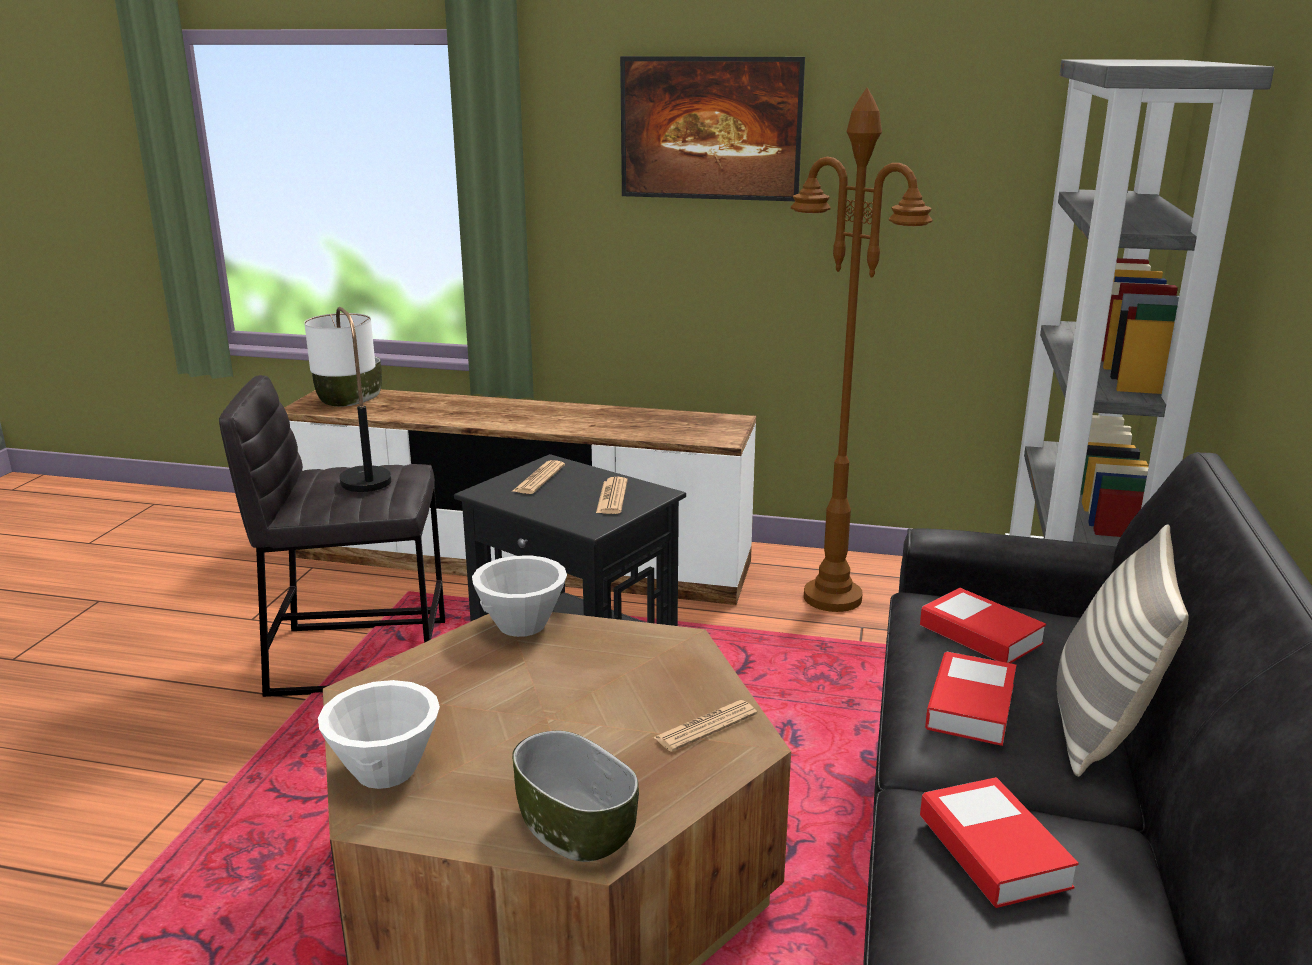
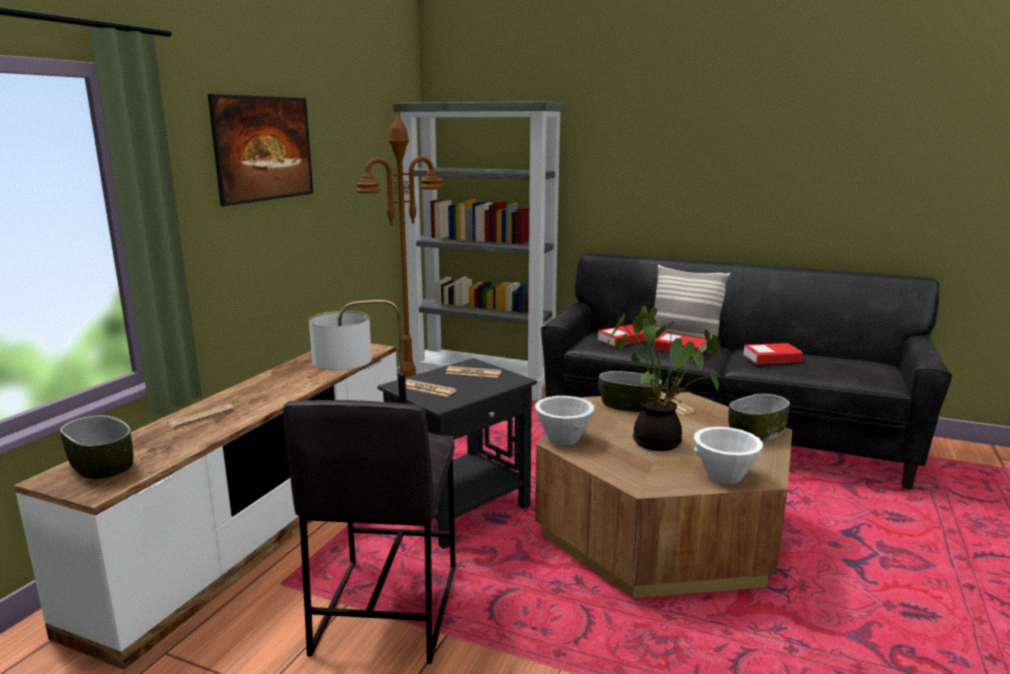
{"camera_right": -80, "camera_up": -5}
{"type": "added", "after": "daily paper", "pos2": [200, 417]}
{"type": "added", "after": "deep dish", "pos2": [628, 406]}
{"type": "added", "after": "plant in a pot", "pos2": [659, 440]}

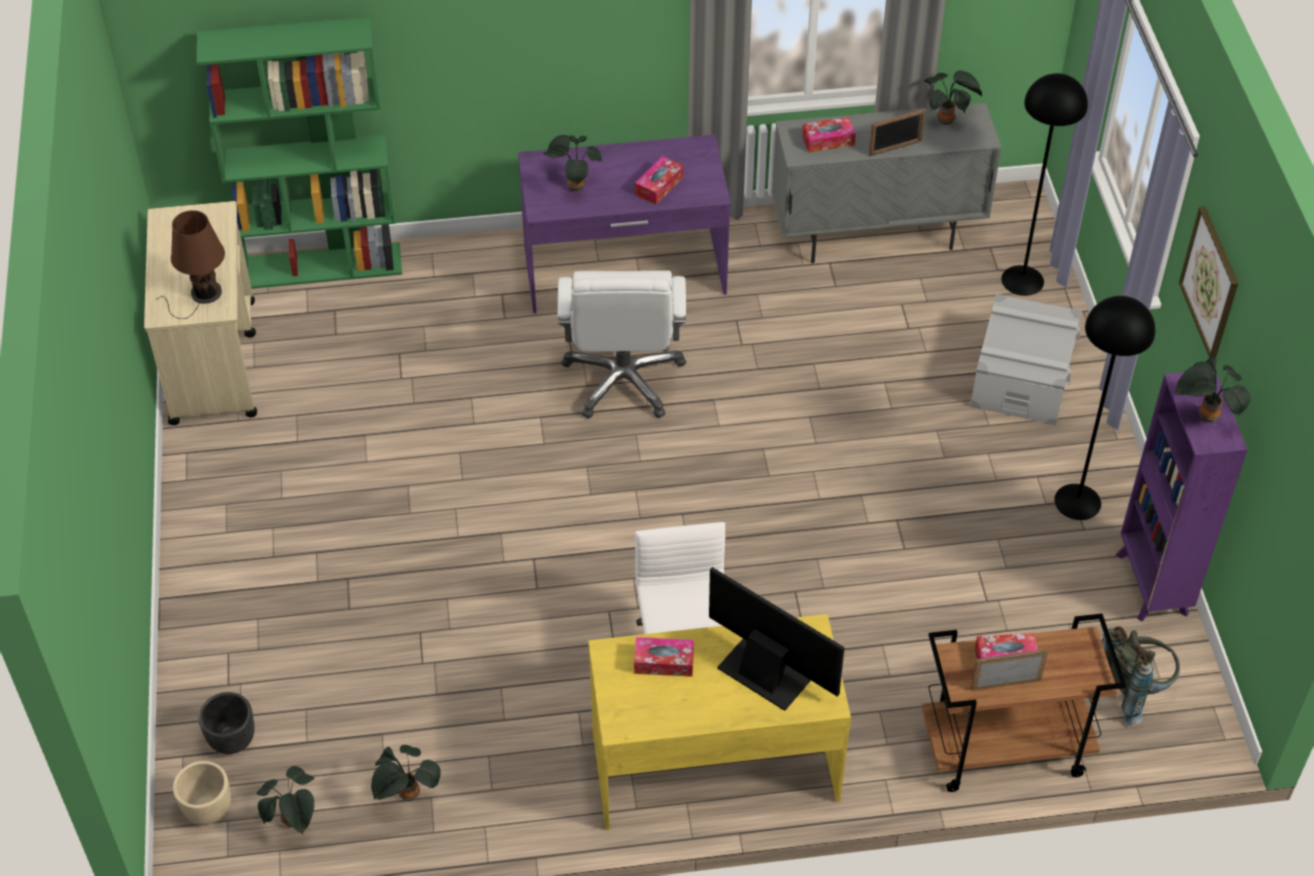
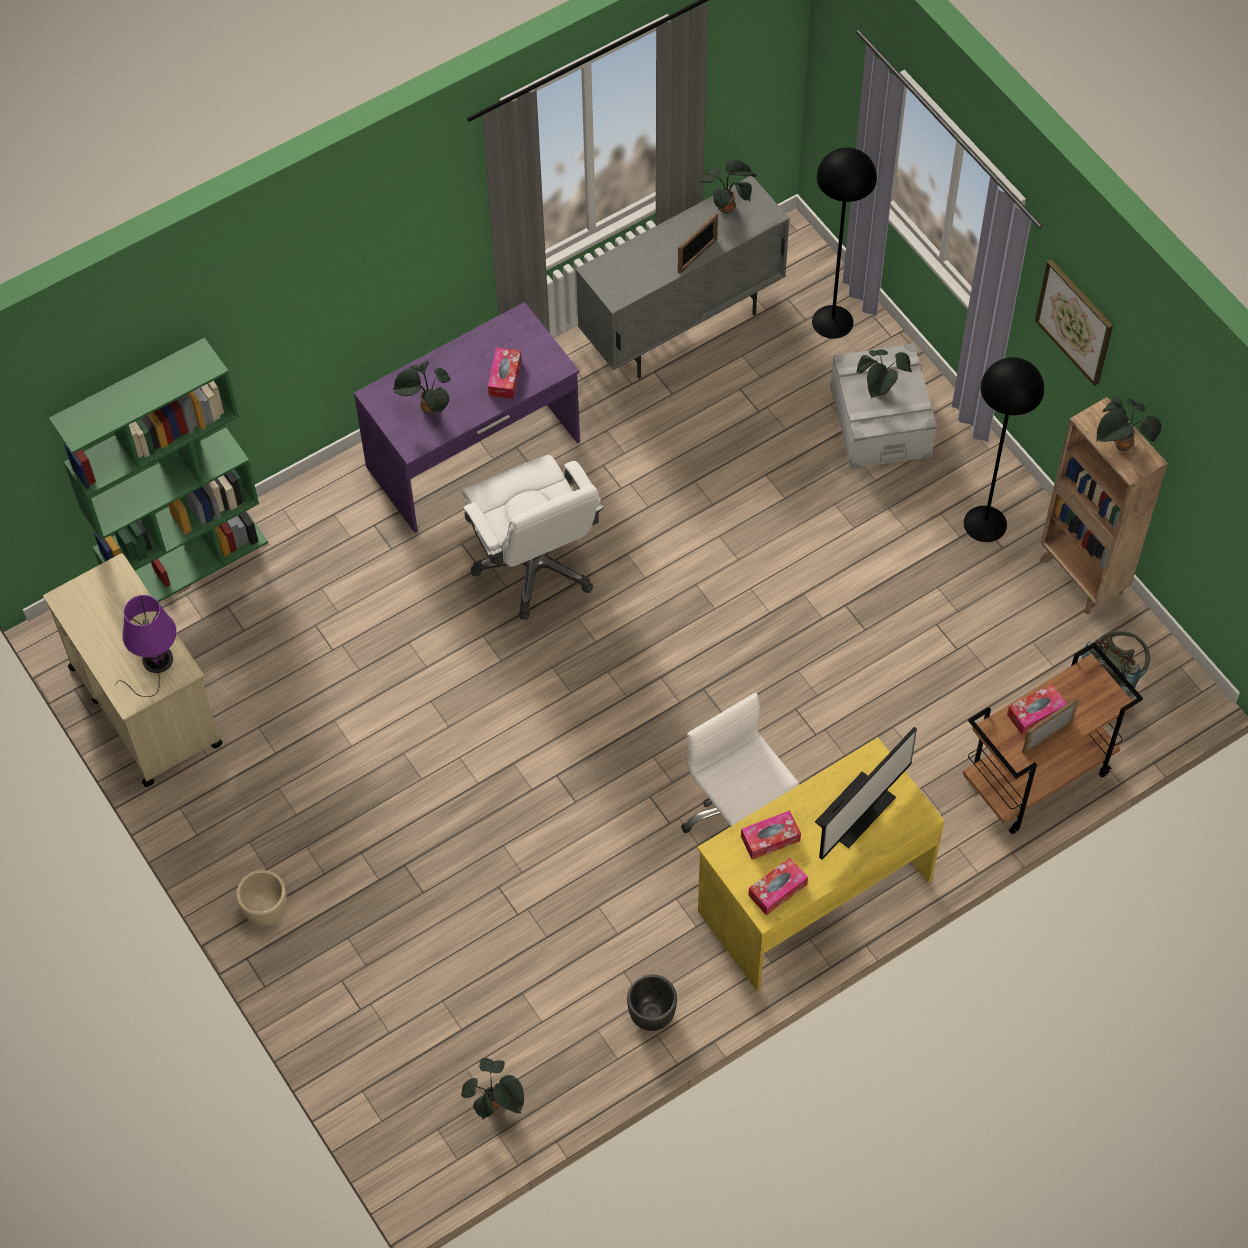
{"camera_right": -25, "camera_up": 10}
{"type": "recoloured", "before": "brown-coloured tabletop lamp", "after": "purple-coloured tabletop lamp", "pos1": [203, 294], "pos2": [155, 663]}
{"type": "moved", "before": "sand-coloured flower pot", "pos1": [207, 809], "pos2": [265, 910]}
{"type": "moved", "before": "black-coloured flower pot", "pos1": [231, 740], "pos2": [651, 1015]}
{"type": "moved", "before": "box of tissues", "pos1": [828, 140], "pos2": [777, 890]}
{"type": "turned", "before": "computer screen", "pos1": [765, 672], "pos2": [856, 810], "turn": 120}
{"type": "moved", "before": "plant in a pot", "pos1": [407, 796], "pos2": [880, 391]}
{"type": "recoloured", "before": "purple-coloured bookcase", "after": "brown-coloured bookcase", "pos1": [1152, 585], "pos2": [1082, 577]}

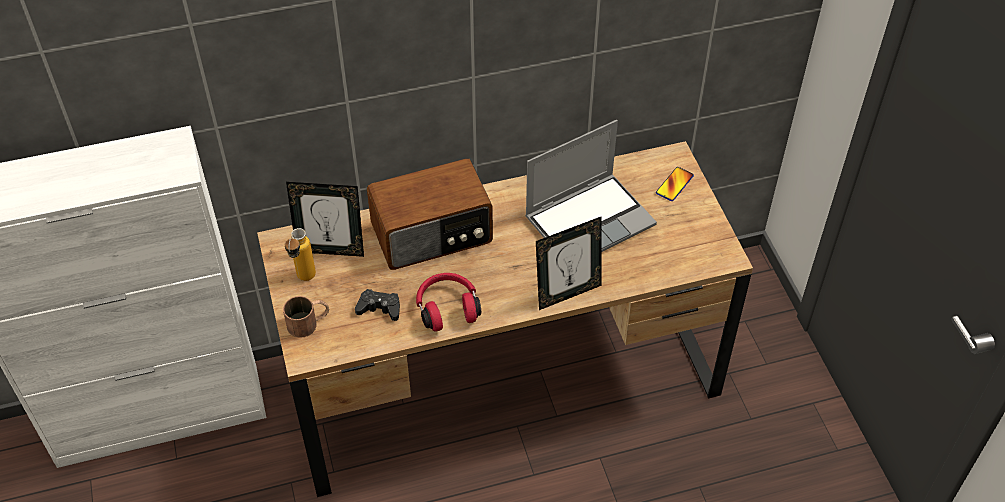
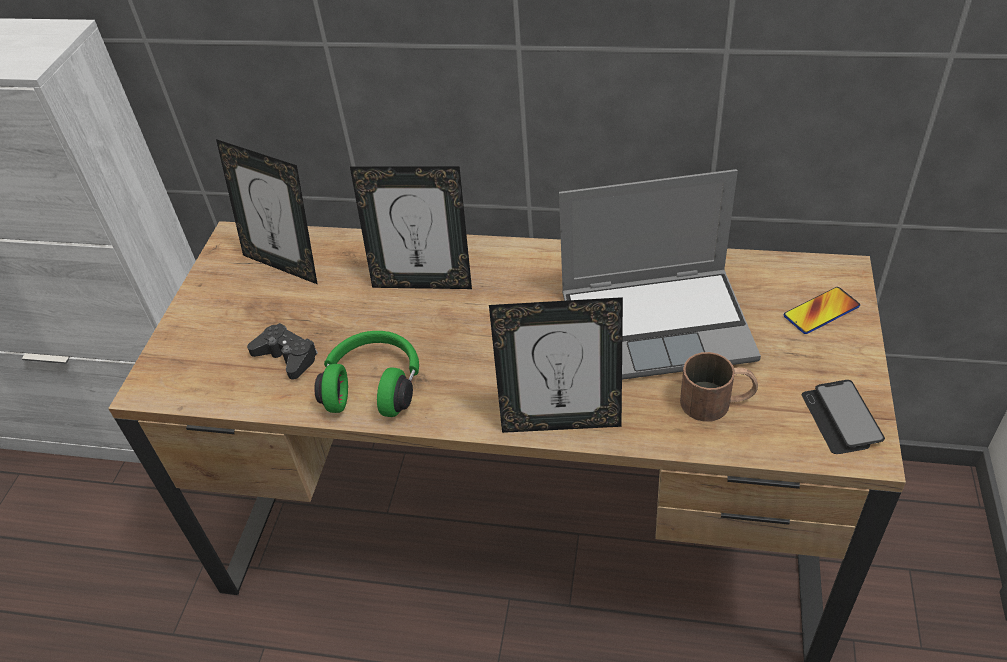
{"camera_right": 30, "camera_up": -5}
{"type": "recoloured", "before": "reddish headset", "after": "greenish headset", "pos1": [447, 308], "pos2": [374, 385]}
{"type": "replaced", "before": "radio receiver", "after": "standing frame", "pos1": [433, 234], "pos2": [423, 282]}
{"type": "moved", "before": "brown-coloured mug", "pos1": [309, 322], "pos2": [717, 402]}
{"type": "added", "after": "handset", "pos2": [841, 418]}
{"type": "removed", "before": "bottle", "pos1": [303, 280]}

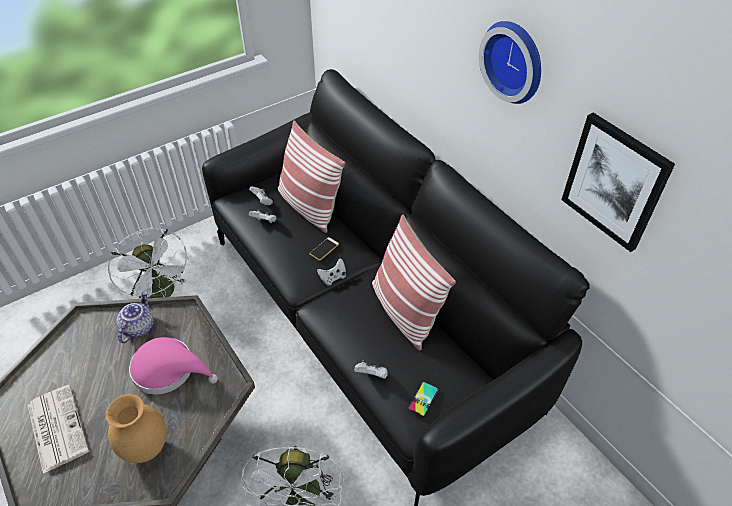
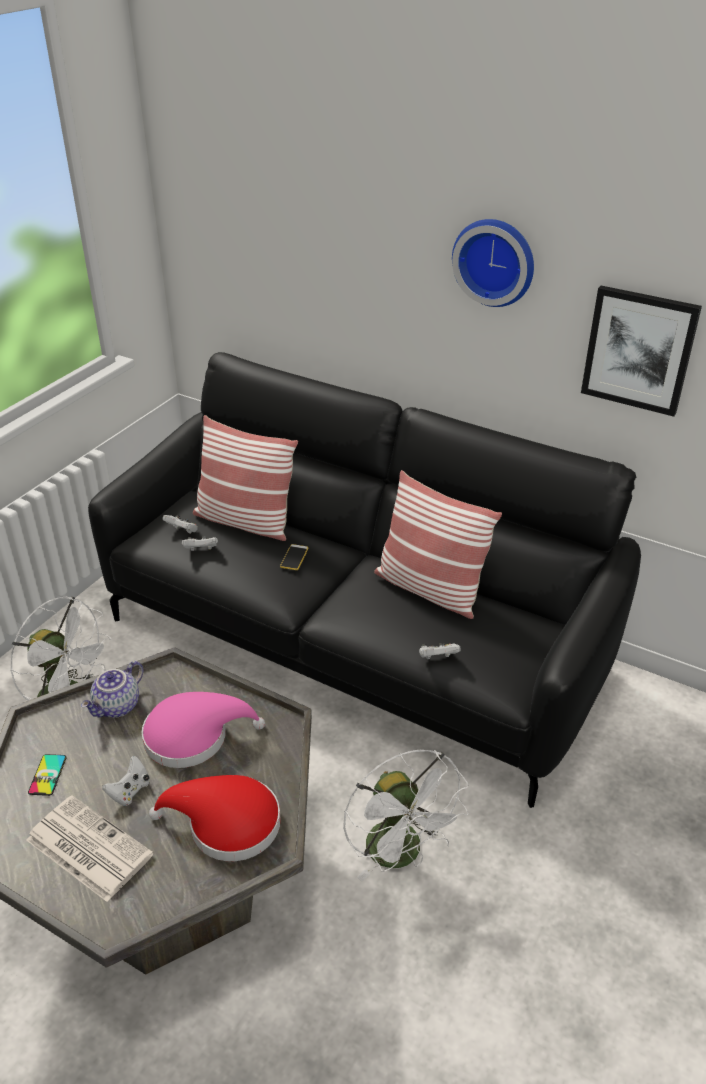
{"camera_right": -25, "camera_up": -10}
{"type": "moved", "before": "handset", "pos1": [423, 399], "pos2": [47, 775]}
{"type": "turned", "before": "tea pot", "pos1": [138, 327], "pos2": [118, 707], "turn": -135}
{"type": "moved", "before": "white-coloured joypad", "pos1": [333, 278], "pos2": [130, 791]}
{"type": "replaced", "before": "brown-coloured decorative vase", "after": "reddish wearable hat", "pos1": [146, 449], "pos2": [226, 824]}

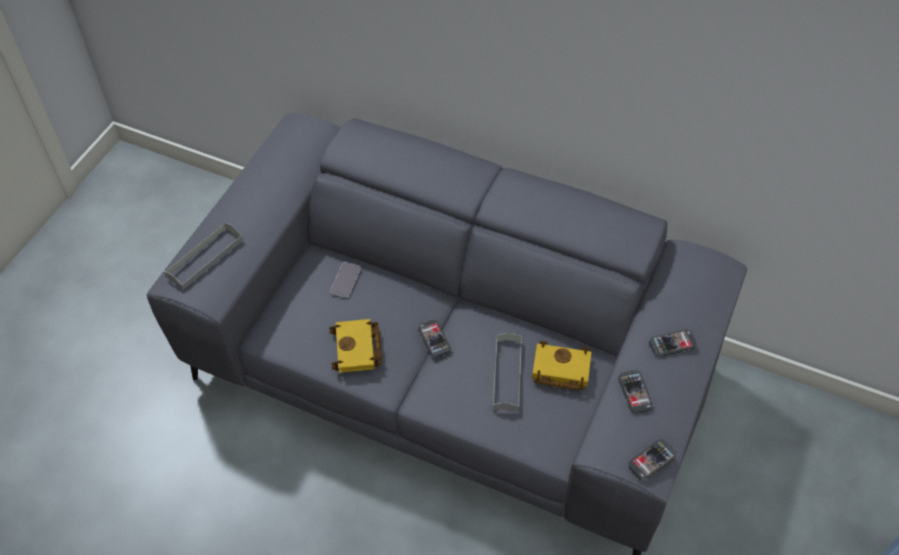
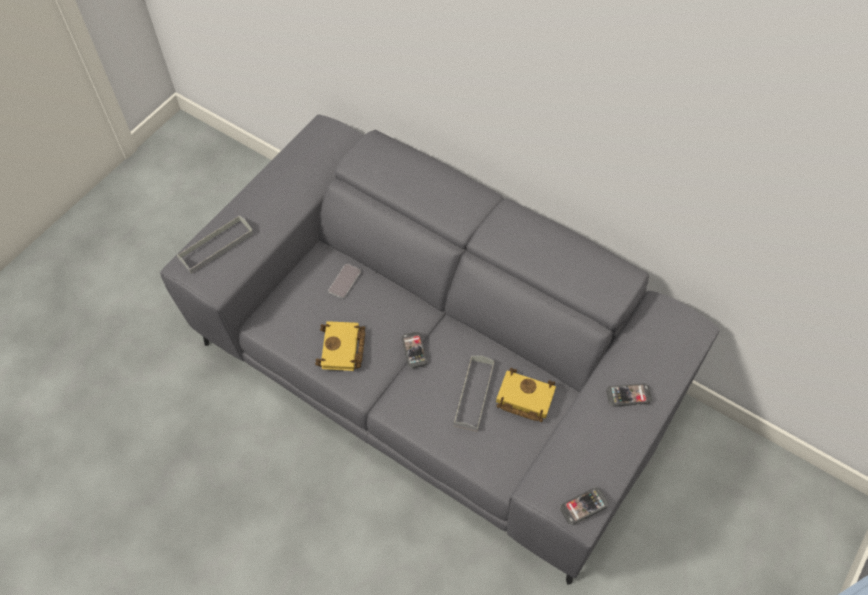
{"camera_right": 10, "camera_up": 5}
{"type": "removed", "before": "handset", "pos1": [635, 392]}

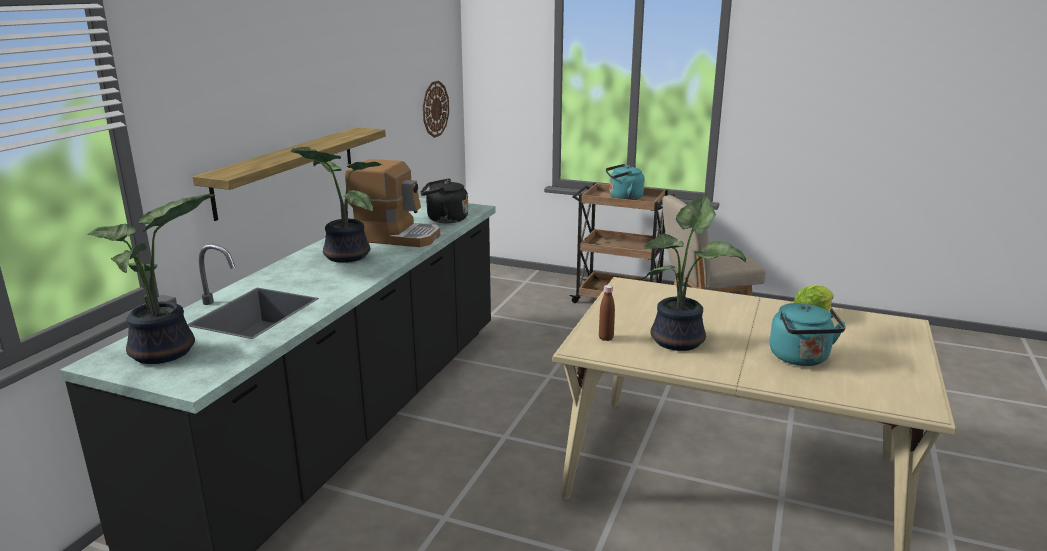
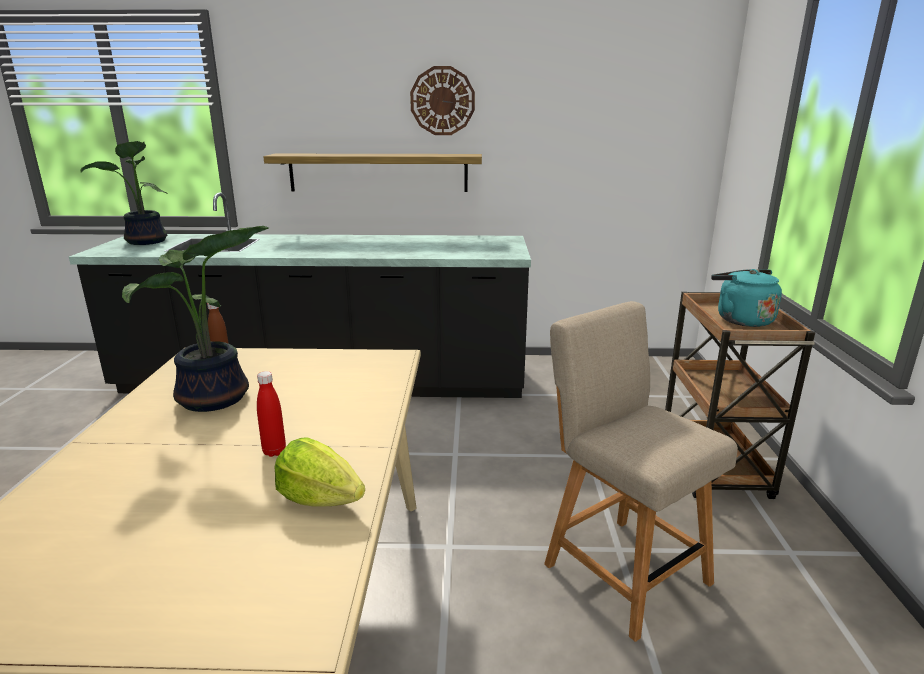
{"camera_right": 70, "camera_up": 0}
{"type": "added", "after": "reddish bottle", "pos2": [274, 451]}
{"type": "moved", "before": "clock on the wall", "pos1": [435, 109], "pos2": [442, 101]}
{"type": "removed", "before": "plant in a pot", "pos1": [344, 256]}
{"type": "removed", "before": "coffee machine", "pos1": [396, 236]}
{"type": "removed", "before": "black-coloured tea kettle", "pos1": [444, 219]}
{"type": "removed", "before": "turquoise-coloured tea kettle", "pos1": [801, 359]}

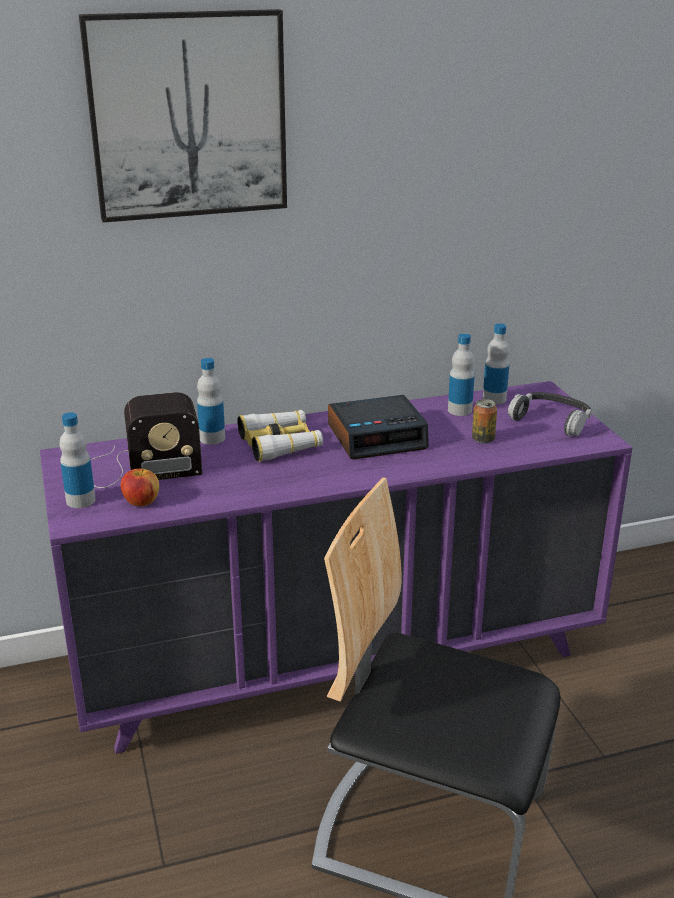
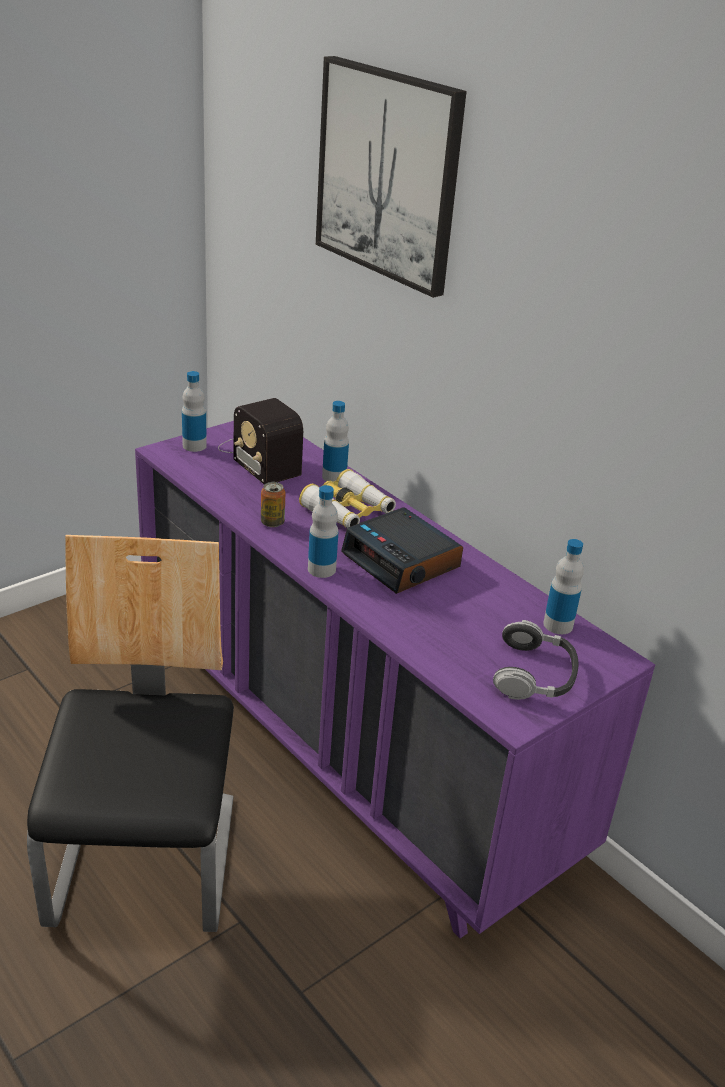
{"camera_right": 65, "camera_up": 5}
{"type": "moved", "before": "sealed can", "pos1": [483, 439], "pos2": [272, 522]}
{"type": "moved", "before": "bottle", "pos1": [459, 410], "pos2": [321, 569]}
{"type": "removed", "before": "whole apple", "pos1": [141, 502]}

